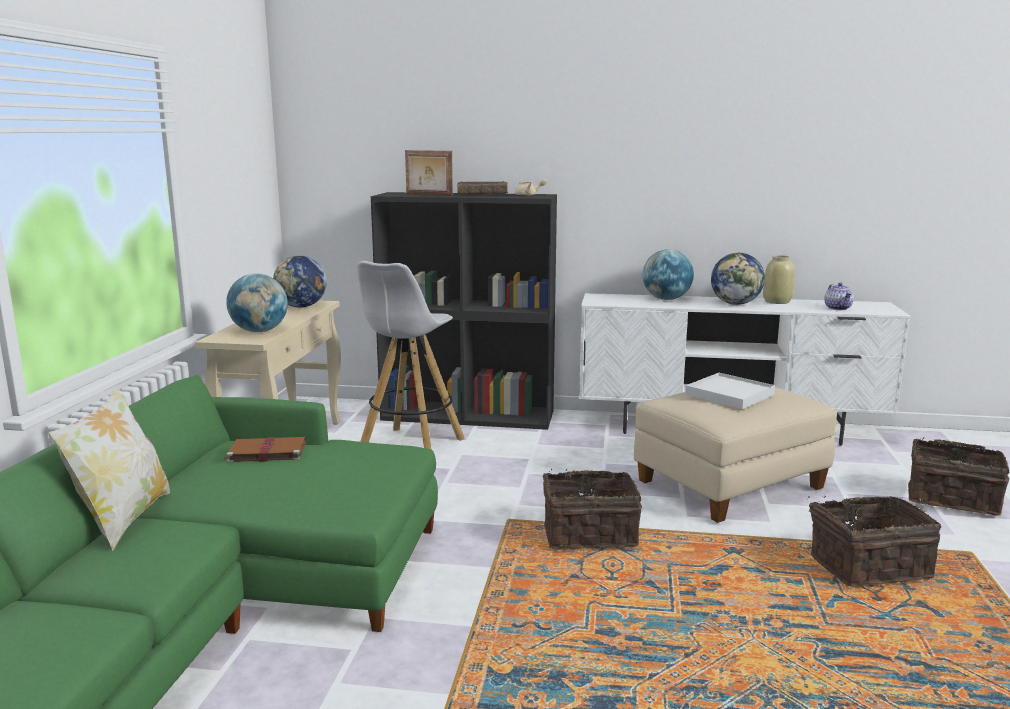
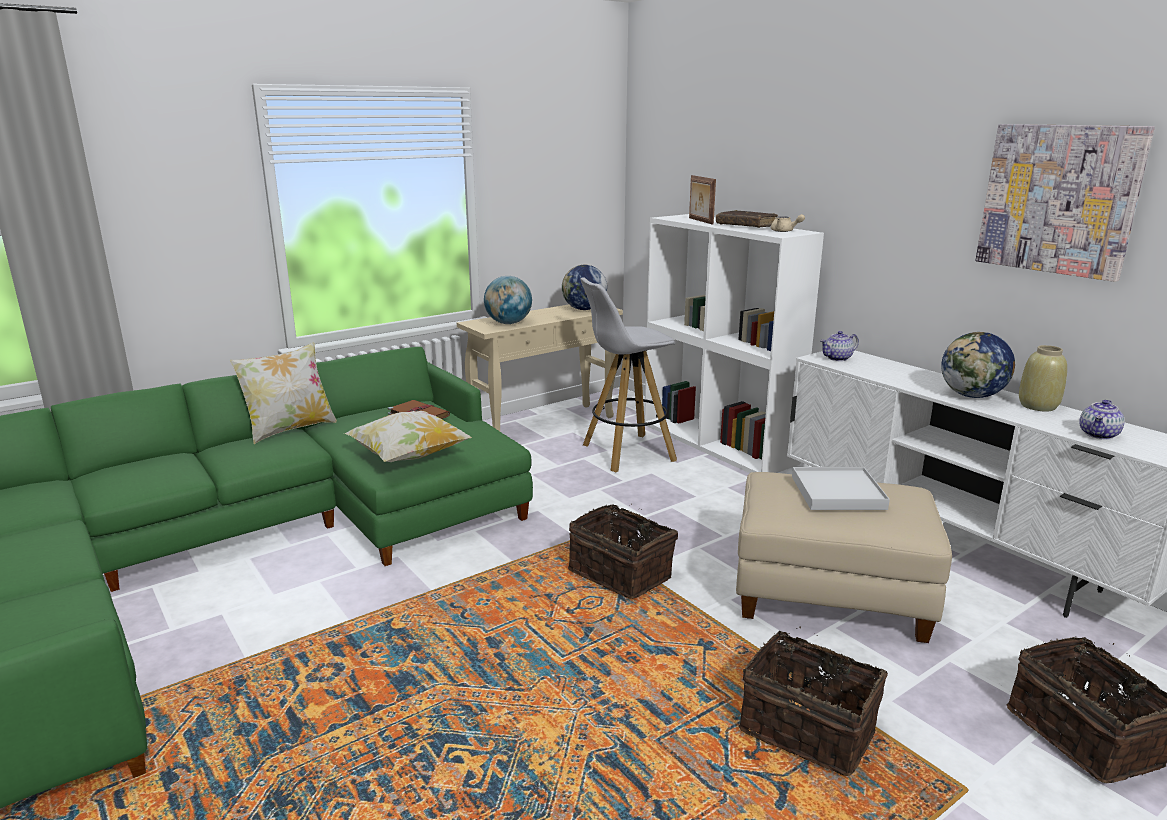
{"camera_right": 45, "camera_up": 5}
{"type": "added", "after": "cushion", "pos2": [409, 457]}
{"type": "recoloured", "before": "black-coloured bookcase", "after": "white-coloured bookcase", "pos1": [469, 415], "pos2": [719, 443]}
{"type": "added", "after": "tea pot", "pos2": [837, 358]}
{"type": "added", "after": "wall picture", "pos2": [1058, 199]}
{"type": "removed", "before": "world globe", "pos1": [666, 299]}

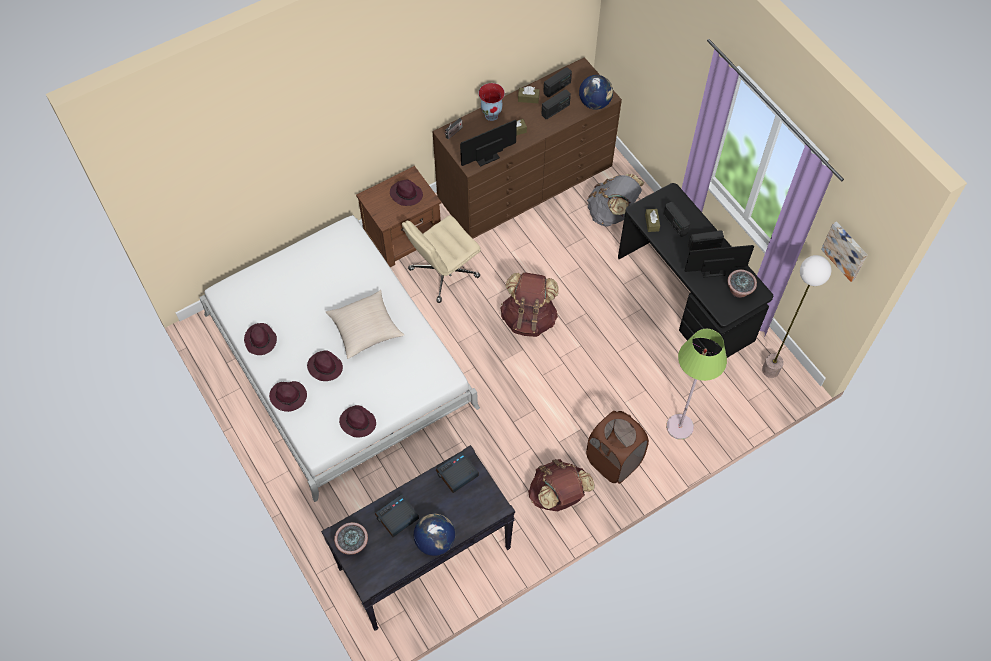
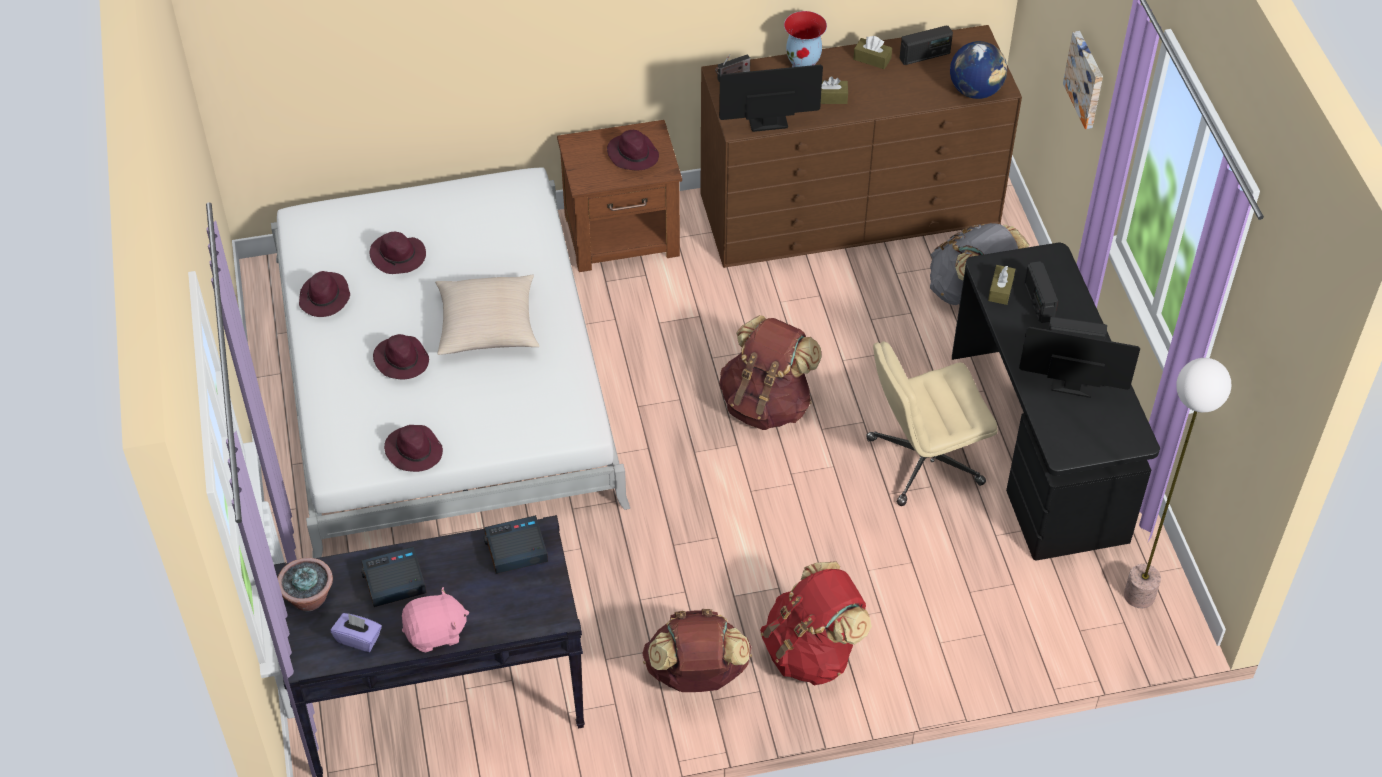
{"camera_right": 20, "camera_up": -10}
{"type": "added", "after": "purple-coloured box of tissues", "pos2": [358, 639]}
{"type": "moved", "before": "purple-coloured wearable hat", "pos1": [289, 396], "pos2": [399, 256]}
{"type": "replaced", "before": "world globe", "after": "pinkish plush toy", "pos1": [435, 541], "pos2": [436, 633]}
{"type": "replaced", "before": "brown-coloured laundry basket", "after": "reddish backpack", "pos1": [614, 461], "pos2": [811, 651]}
{"type": "moved", "before": "sand-coloured desk chair", "pos1": [443, 273], "pos2": [923, 462]}
{"type": "moved", "before": "wall picture", "pos1": [846, 250], "pos2": [1086, 79]}
{"type": "removed", "before": "radio receiver", "pos1": [555, 110]}
{"type": "removed", "before": "greenish floor lamp", "pos1": [679, 427]}
{"type": "removed", "before": "plant in a pot", "pos1": [739, 291]}

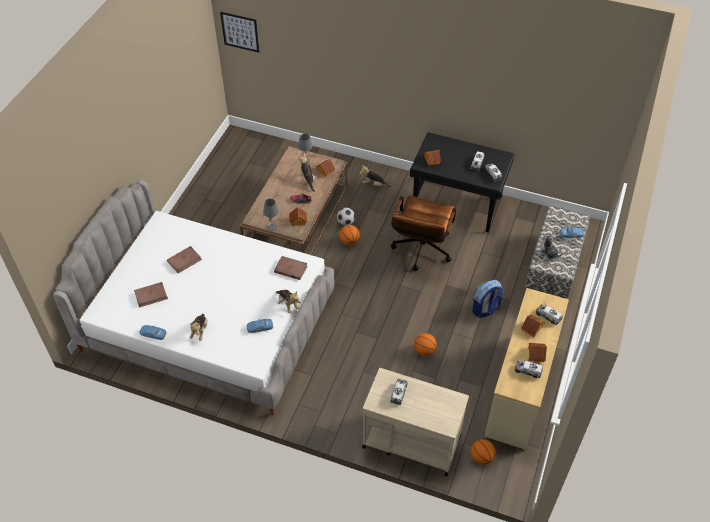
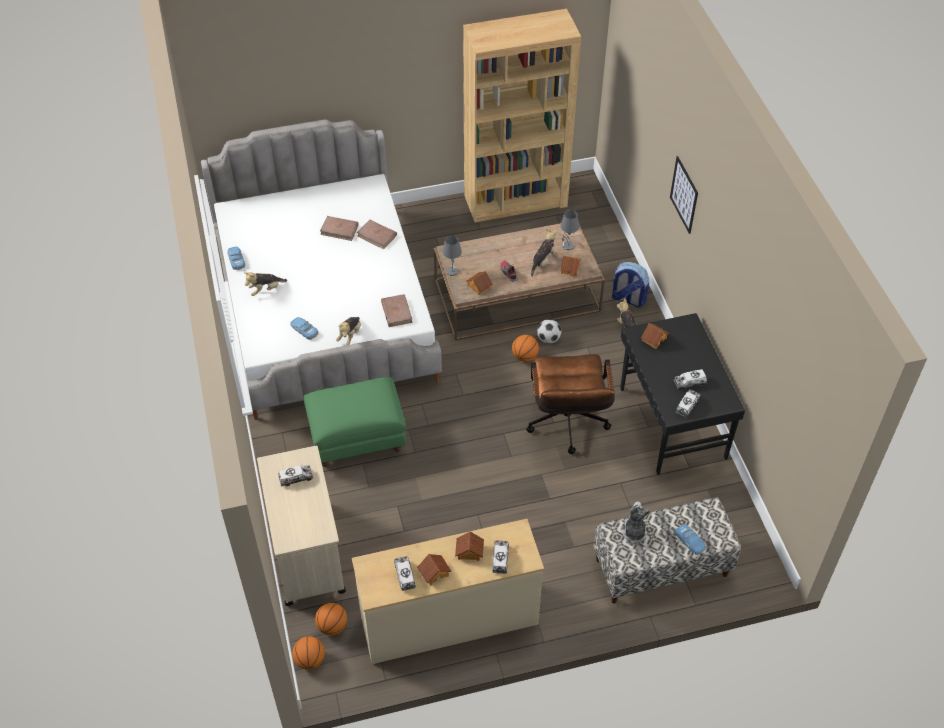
{"camera_right": 55, "camera_up": 0}
{"type": "moved", "before": "ball for basketball", "pos1": [424, 350], "pos2": [310, 660]}
{"type": "added", "after": "greenish footrest", "pos2": [358, 437]}
{"type": "moved", "before": "brown-coloured bound book", "pos1": [151, 295], "pos2": [377, 236]}
{"type": "added", "after": "brown-coloured bookcase", "pos2": [516, 201]}
{"type": "turned", "before": "brown-coloured desk chair", "pos1": [420, 252], "pos2": [567, 426], "turn": -75}
{"type": "moved", "before": "backpack", "pos1": [485, 309], "pos2": [627, 299]}
{"type": "moved", "before": "wall picture", "pos1": [240, 32], "pos2": [684, 195]}

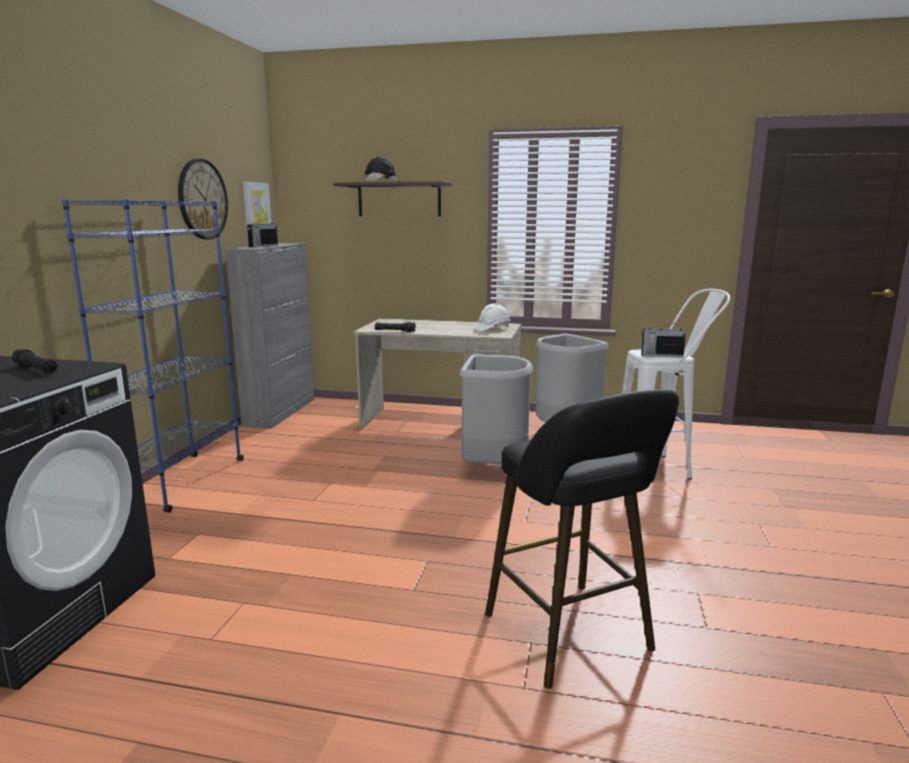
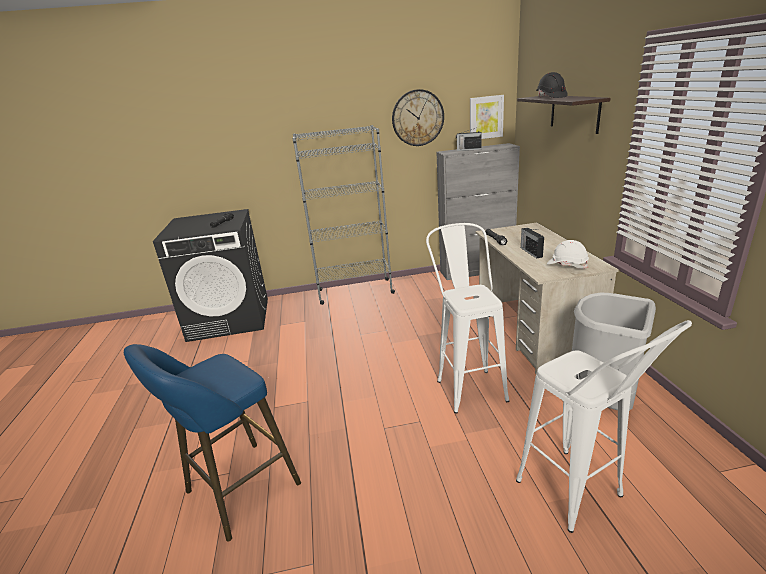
{"camera_right": 70, "camera_up": 10}
{"type": "recoloured", "before": "black-coloured stool", "after": "blue-coloured stool", "pos1": [572, 637], "pos2": [237, 492]}
{"type": "recoloured", "before": "blue-coloured bookcase", "after": "greyish bookcase", "pos1": [181, 482], "pos2": [355, 291]}
{"type": "replaced", "before": "greyish rubbish bin", "after": "white-coloured stool", "pos1": [493, 468], "pos2": [467, 384]}
{"type": "moved", "before": "radio receiver", "pos1": [661, 355], "pos2": [531, 252]}

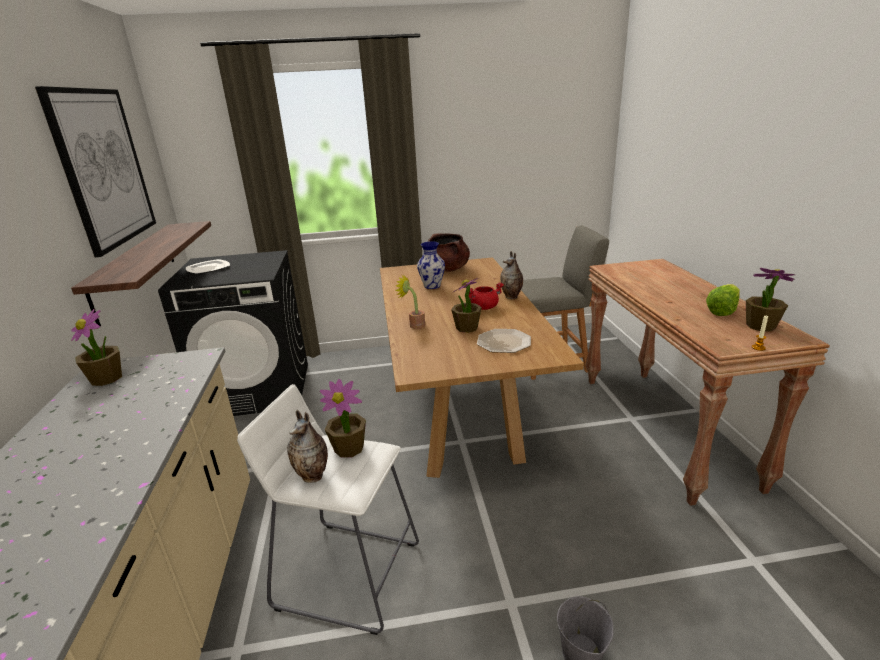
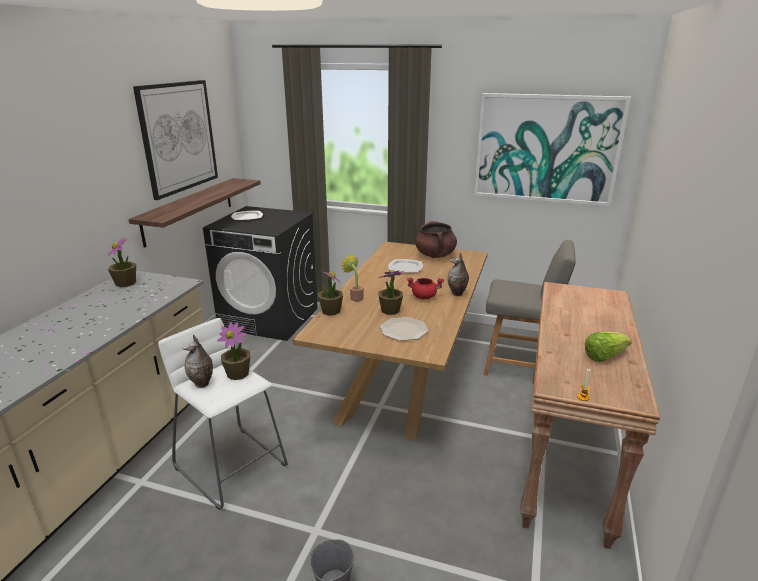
{"camera_right": 25, "camera_up": 0}
{"type": "moved", "before": "plant in a pot", "pos1": [760, 326], "pos2": [330, 311]}
{"type": "replaced", "before": "decorative vase", "after": "flat dish", "pos1": [432, 286], "pos2": [405, 267]}
{"type": "added", "after": "wall picture", "pos2": [546, 149]}

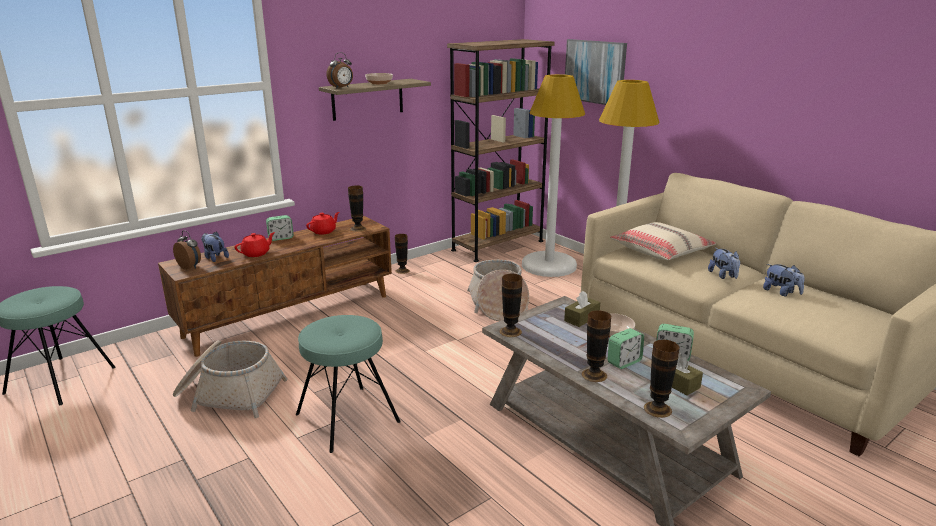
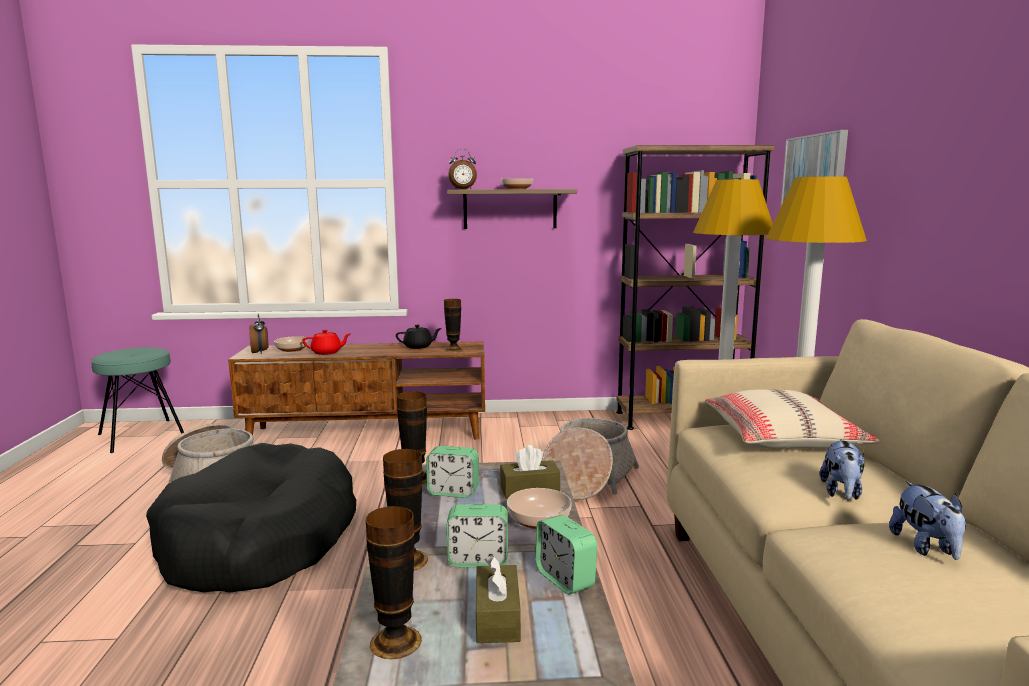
{"camera_right": 35, "camera_up": -10}
{"type": "replaced", "before": "turquoise-coloured stool", "after": "black-coloured dog cushion", "pos1": [347, 418], "pos2": [260, 540]}
{"type": "replaced", "before": "plush toy", "after": "deep dish", "pos1": [215, 257], "pos2": [291, 349]}
{"type": "recoloured", "before": "reddish tea pot", "after": "black-coloured tea pot", "pos1": [324, 231], "pos2": [418, 346]}
{"type": "moved", "before": "bedside clock", "pos1": [281, 238], "pos2": [453, 492]}
{"type": "removed", "before": "decorative vase", "pos1": [402, 270]}

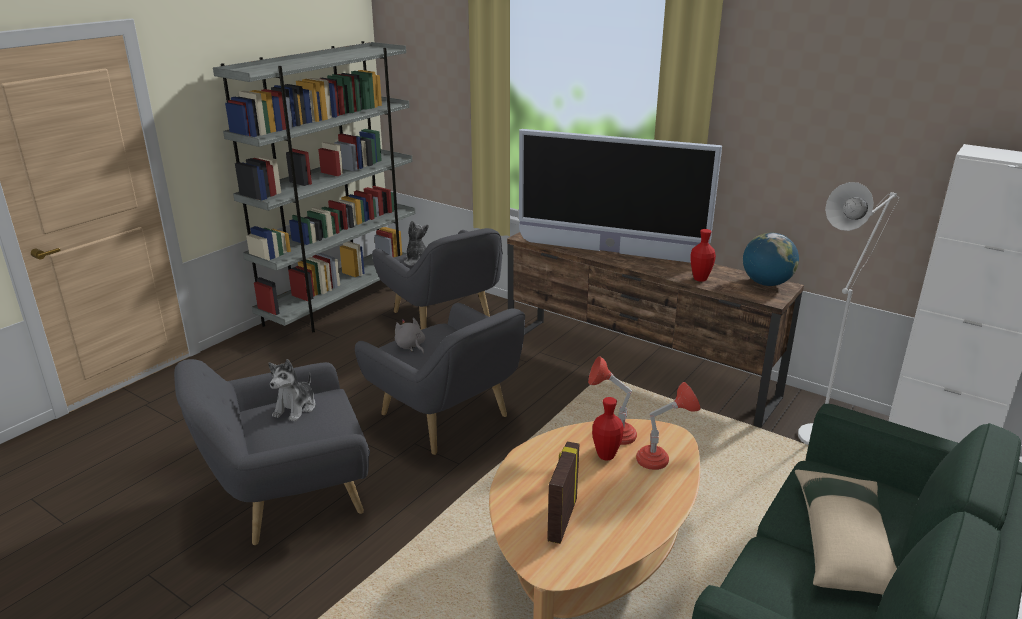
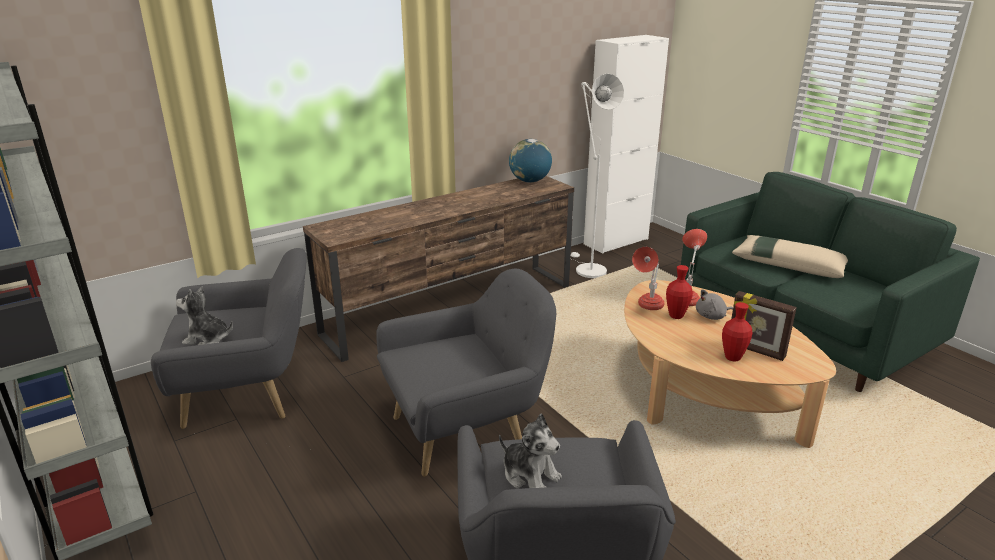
{"camera_right": -70, "camera_up": 0}
{"type": "moved", "before": "greyish plush toy", "pos1": [410, 346], "pos2": [712, 316]}
{"type": "moved", "before": "reddish decorative vase", "pos1": [700, 279], "pos2": [732, 358]}
{"type": "removed", "before": "TV", "pos1": [610, 252]}

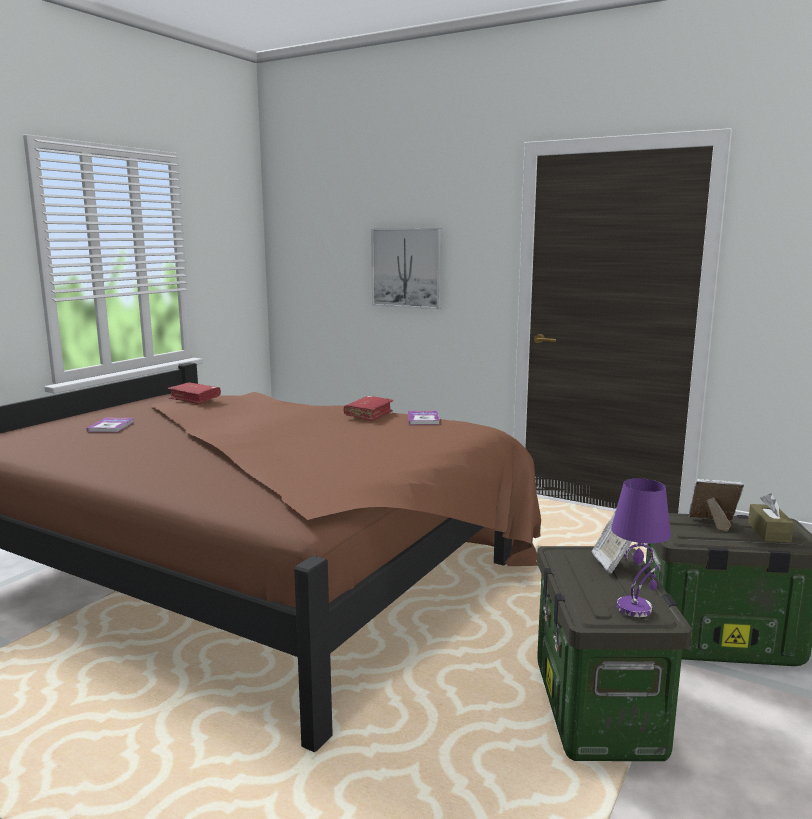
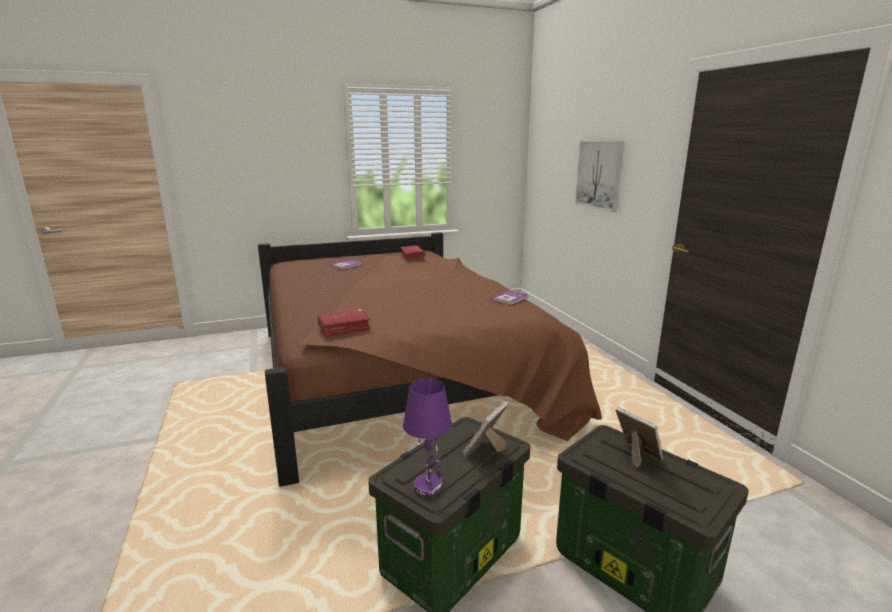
{"camera_right": 40, "camera_up": 5}
{"type": "moved", "before": "reddish bound book", "pos1": [369, 415], "pos2": [344, 328]}
{"type": "removed", "before": "brown-coloured box of tissues", "pos1": [768, 532]}

